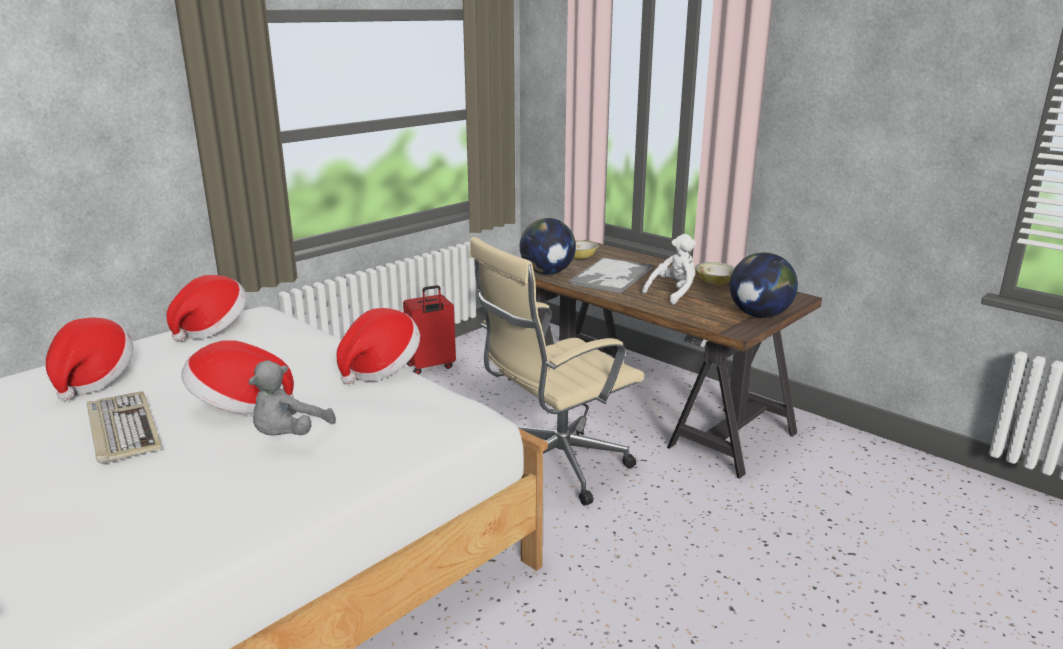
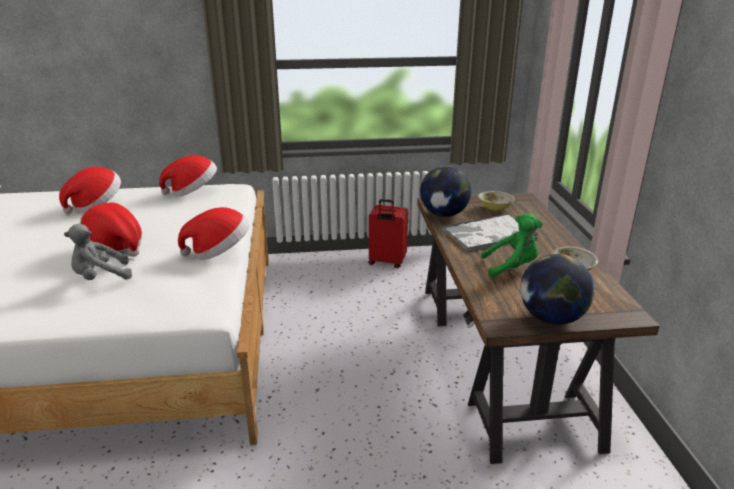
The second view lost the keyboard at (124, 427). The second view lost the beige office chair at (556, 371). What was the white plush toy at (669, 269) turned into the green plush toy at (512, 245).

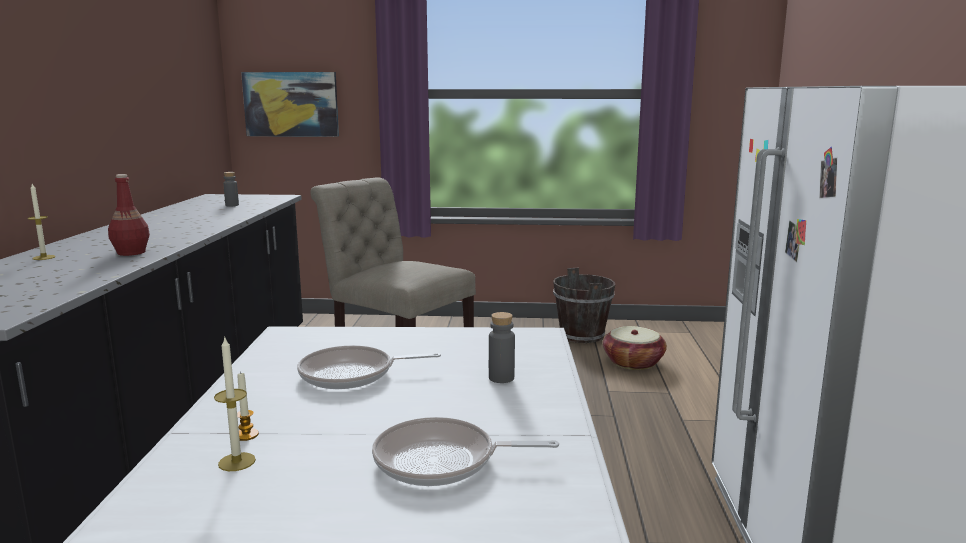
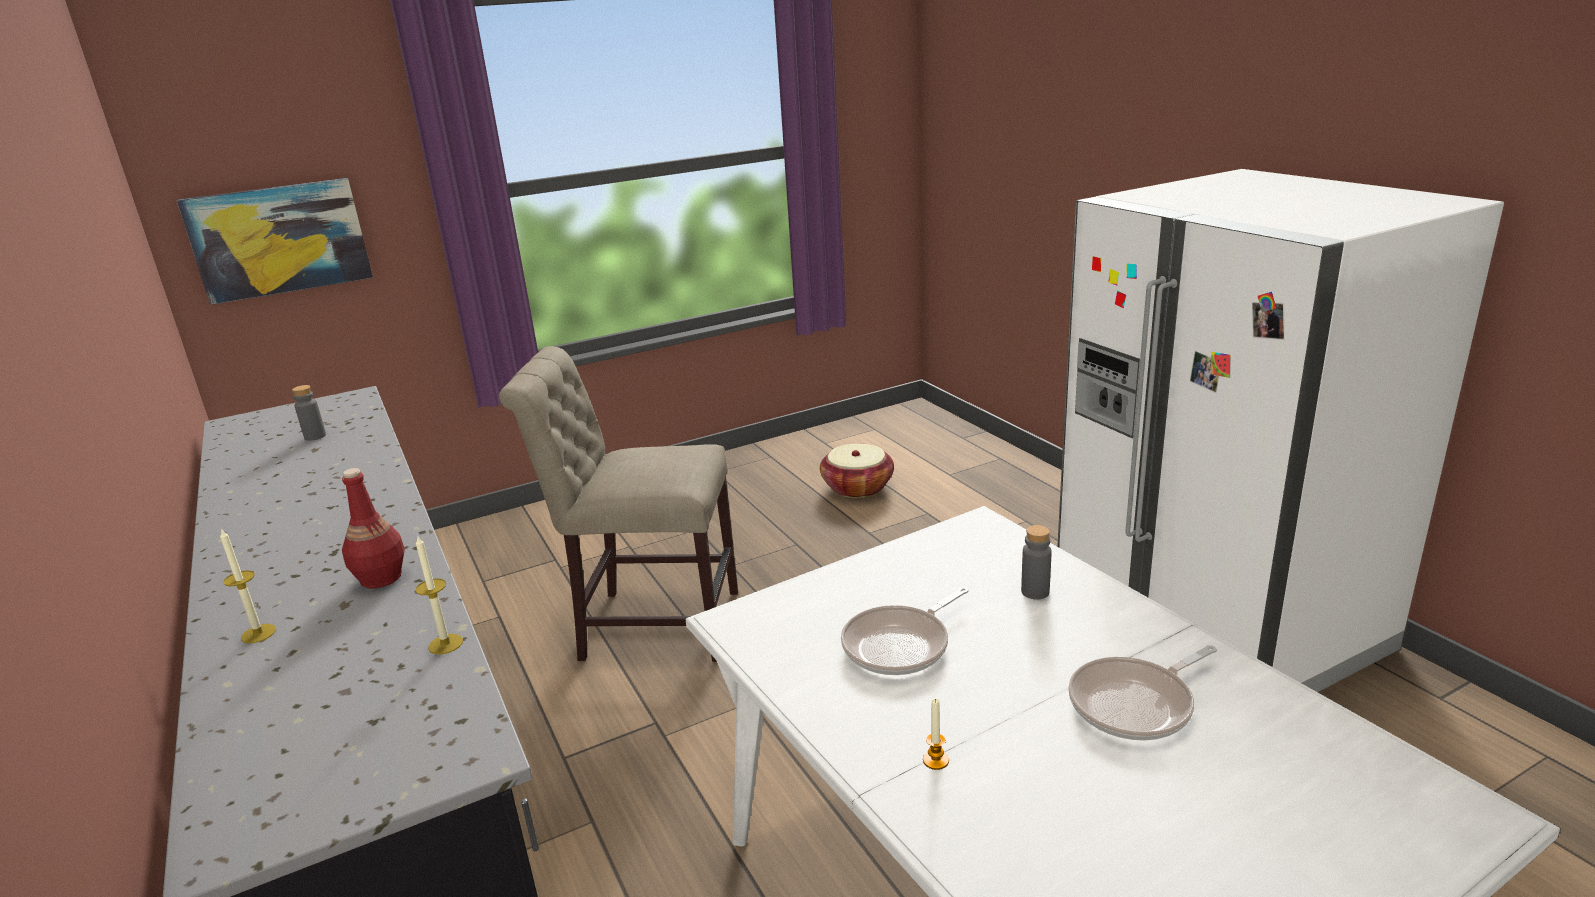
The candle ended up elsewhere, having gone from (235, 404) to (439, 594). The second view lost the brown bucket at (584, 305).

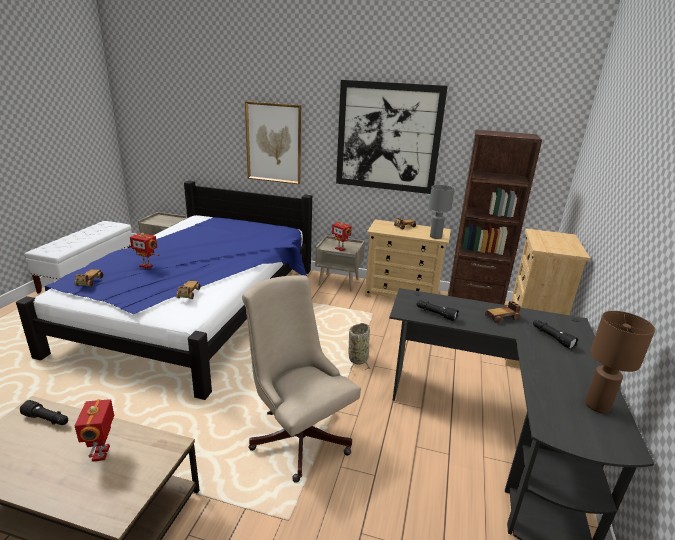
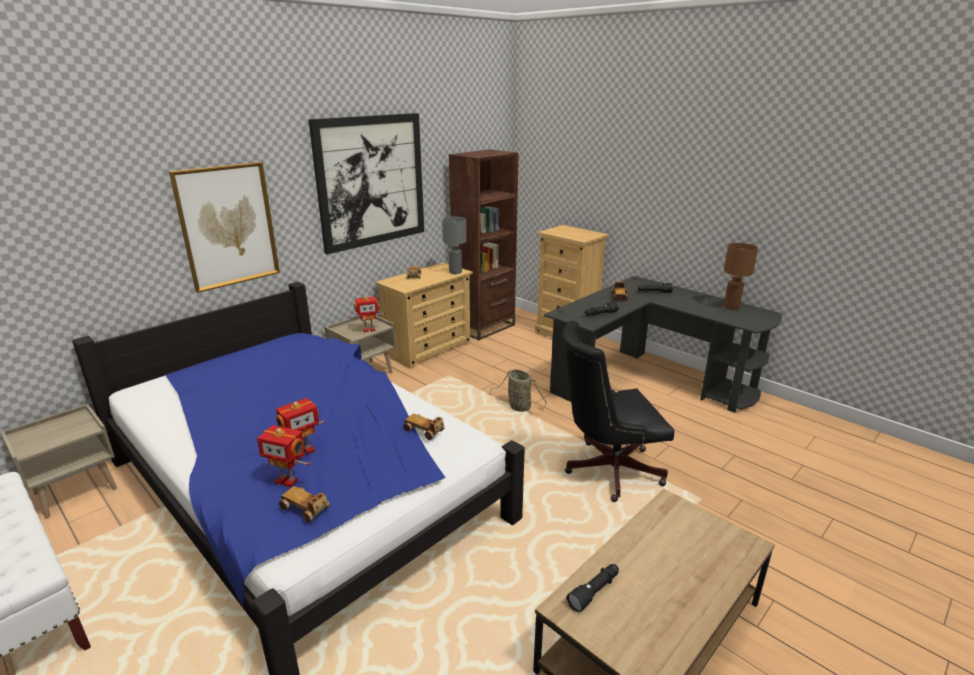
The toy robot ended up elsewhere, having gone from (94, 430) to (283, 456). What was the beige office chair at (301, 379) turned into the black office chair at (618, 411).

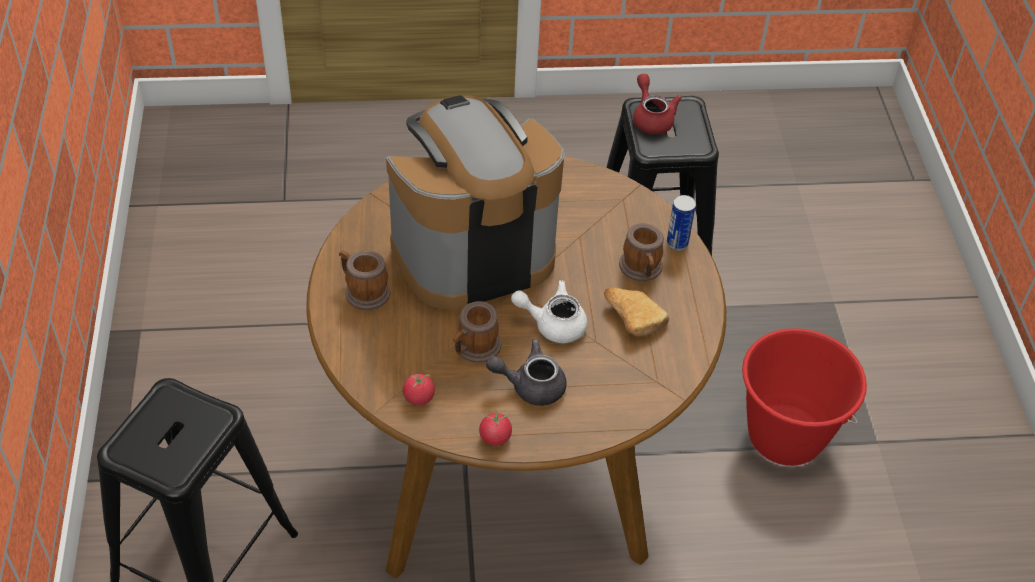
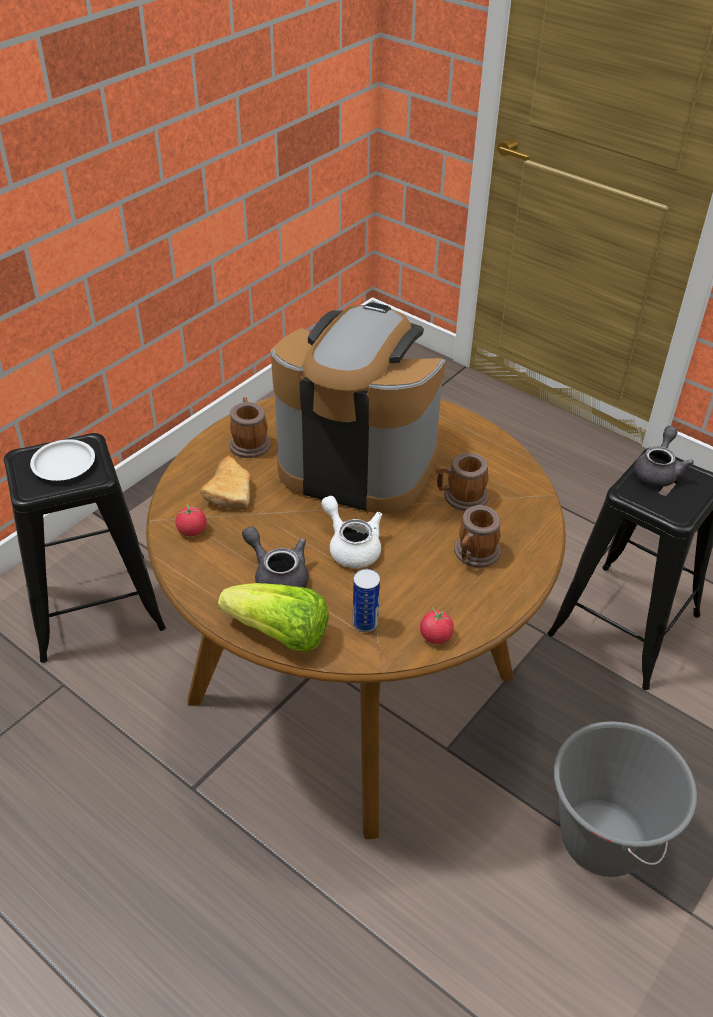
The mug ended up elsewhere, having gone from (477, 332) to (462, 482). The tomato ended up elsewhere, having gone from (495, 428) to (437, 625). The bread ended up elsewhere, having gone from (636, 312) to (225, 483). What was the red teapot at (657, 104) turned into the grey teapot at (664, 456). The can ended up elsewhere, having gone from (681, 223) to (366, 600). What was the red bucket at (804, 397) turned into the grey bucket at (625, 799). The second view gained the white plate at (62, 460). The second view gained the lettuce at (273, 617).

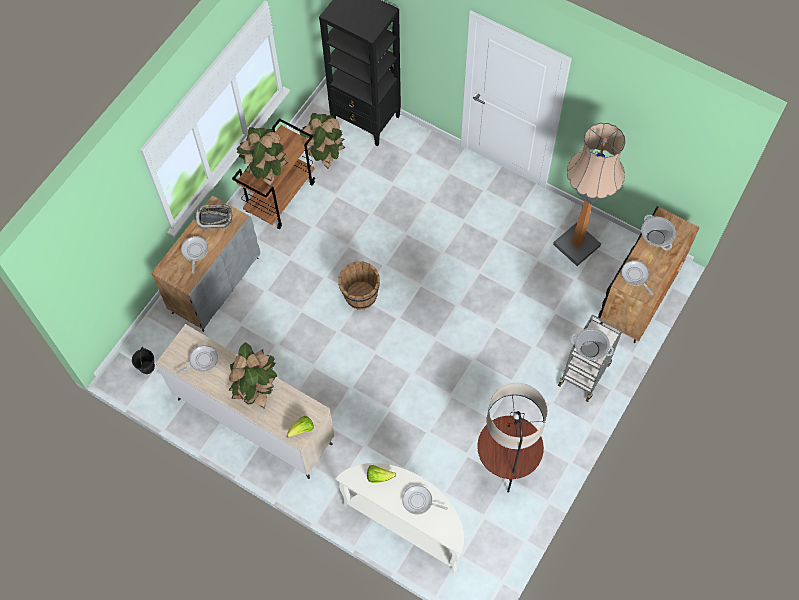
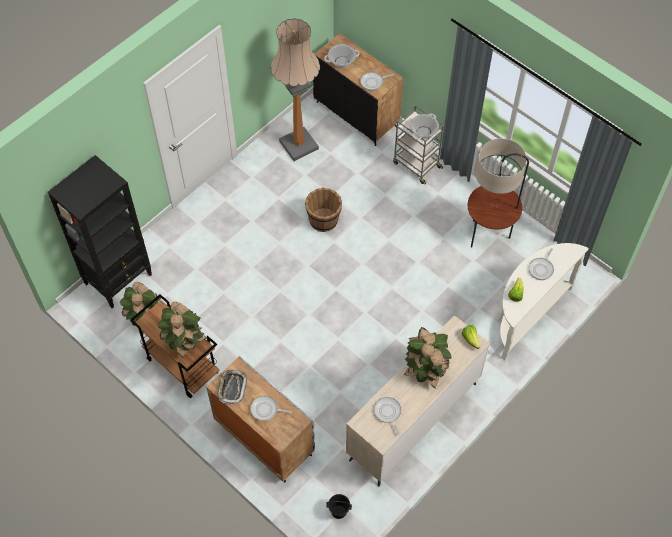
The brown bucket ended up elsewhere, having gone from (359, 285) to (323, 210).

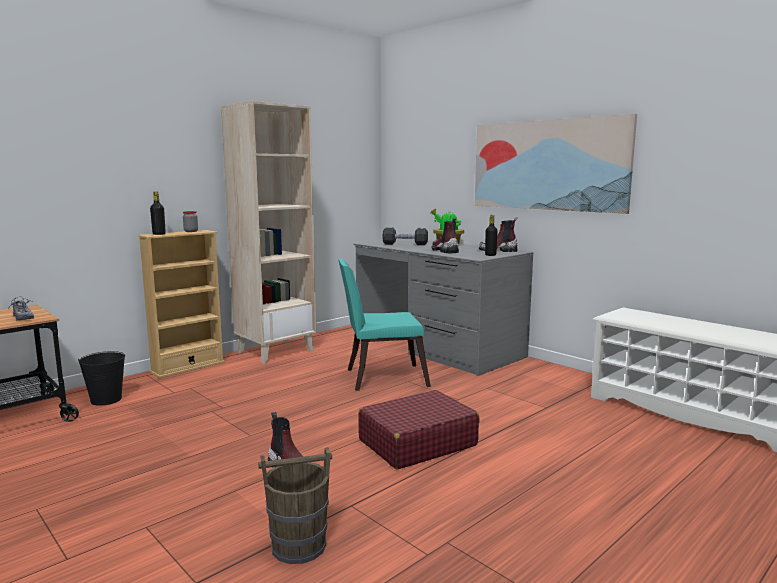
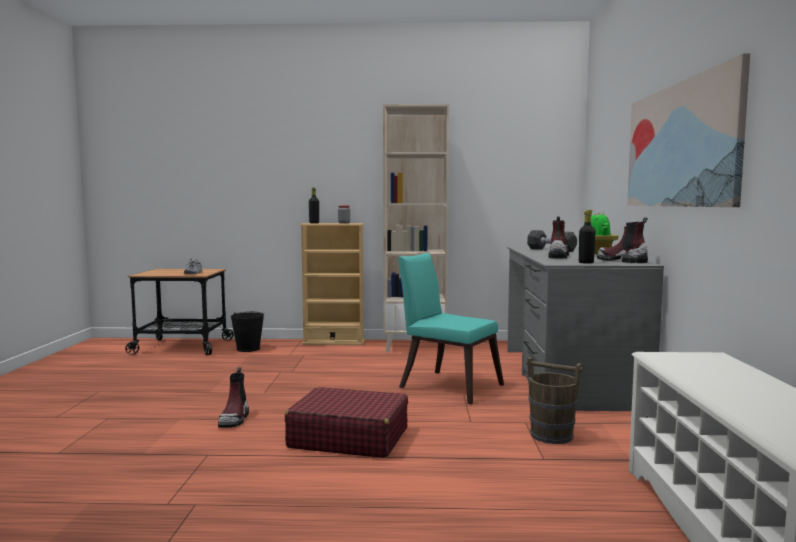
The brown bucket ended up elsewhere, having gone from (295, 505) to (554, 400).

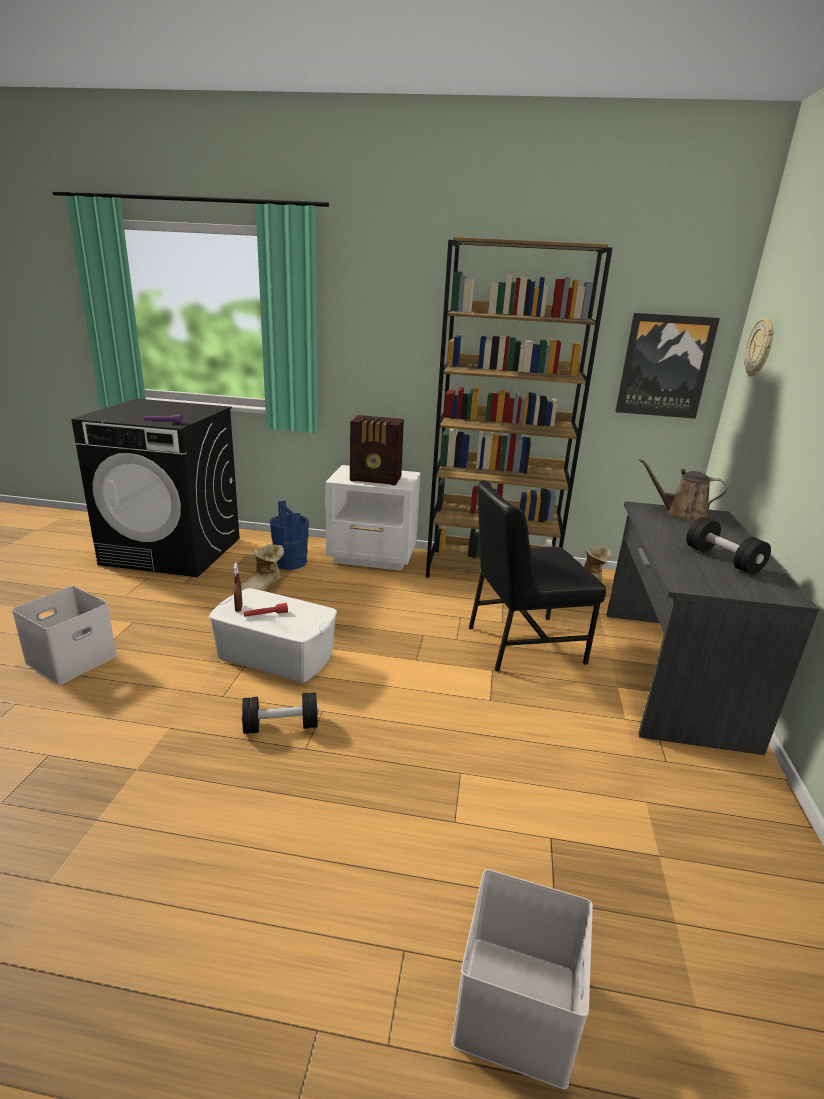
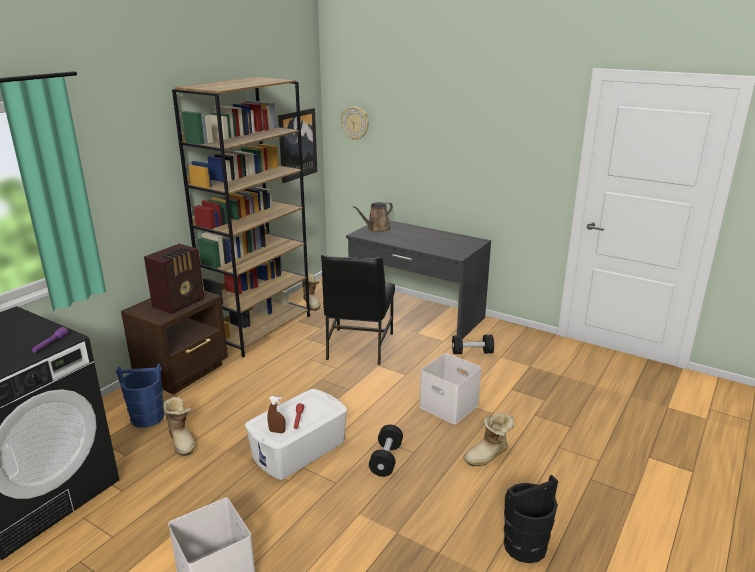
What was the white nightstand at (373, 518) turned into the brown nightstand at (174, 342). The white storage box ended up elsewhere, having gone from (522, 979) to (450, 388). The black dumbbell ended up elsewhere, having gone from (728, 546) to (473, 344). The second view gained the boot at (488, 439). The second view gained the black bucket at (531, 519).

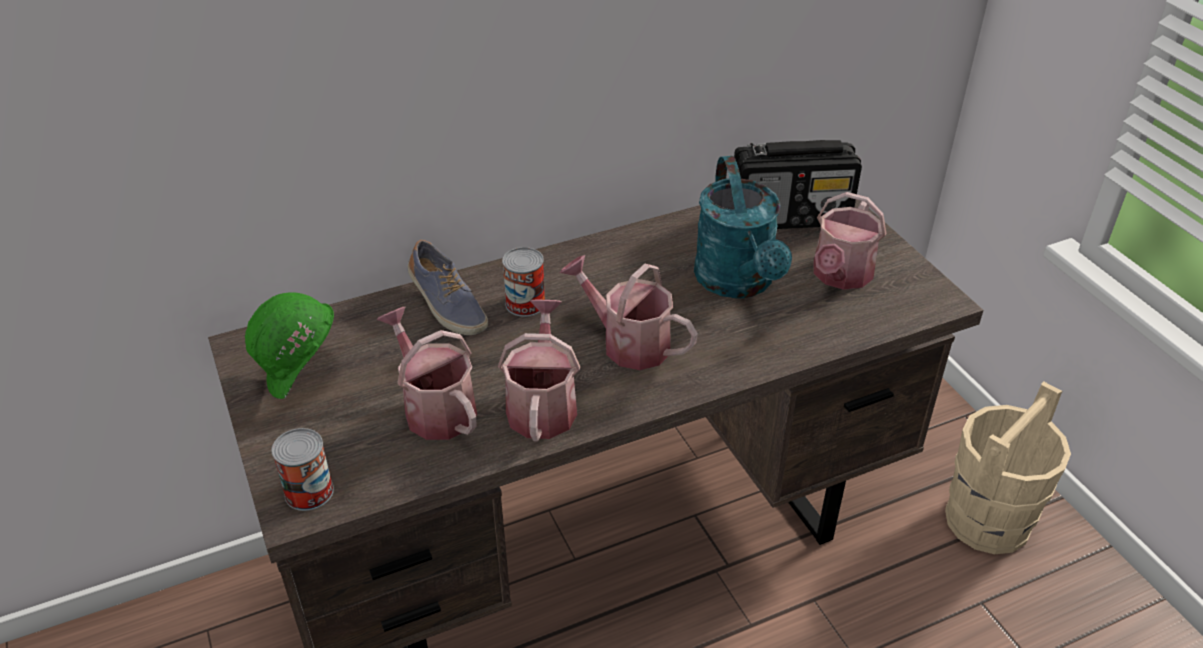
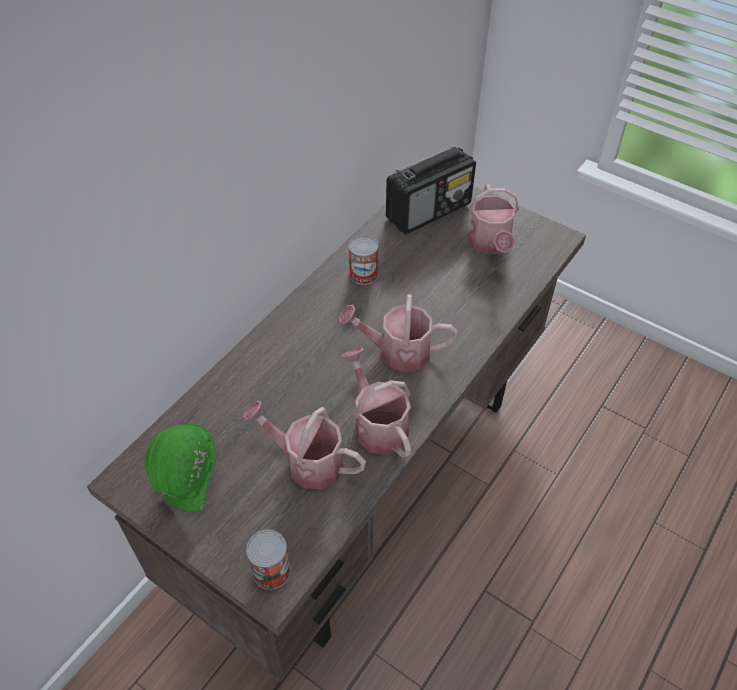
The second view lost the shoe at (448, 287). The can ended up elsewhere, having gone from (523, 282) to (363, 260). The second view lost the turquoise watering can at (743, 227). The second view lost the beige bucket at (1008, 467).

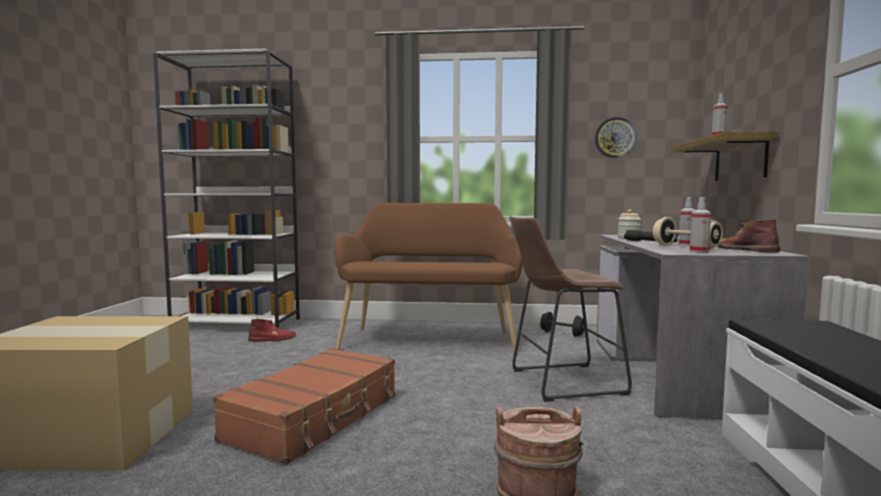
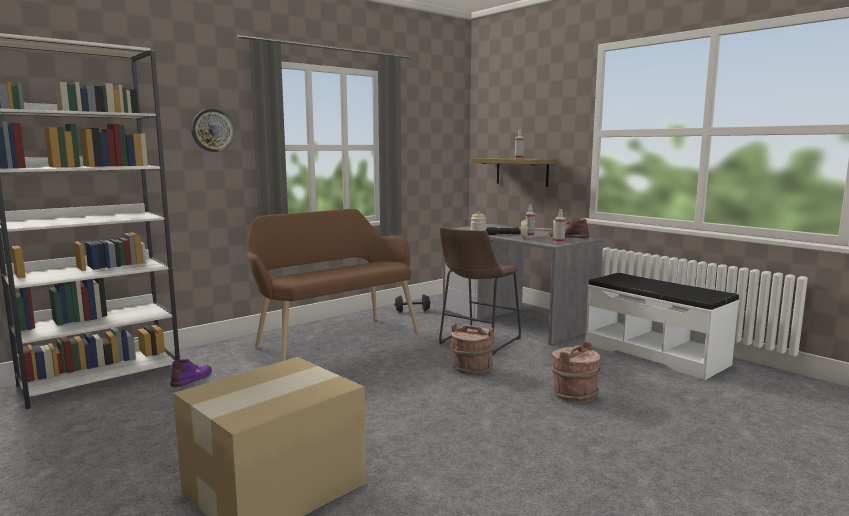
The second view lost the brown suitcase at (304, 406). What was the red boot at (272, 330) turned into the purple boot at (191, 373). The wall clock ended up elsewhere, having gone from (616, 137) to (213, 130). The second view gained the brown bucket at (472, 349).

